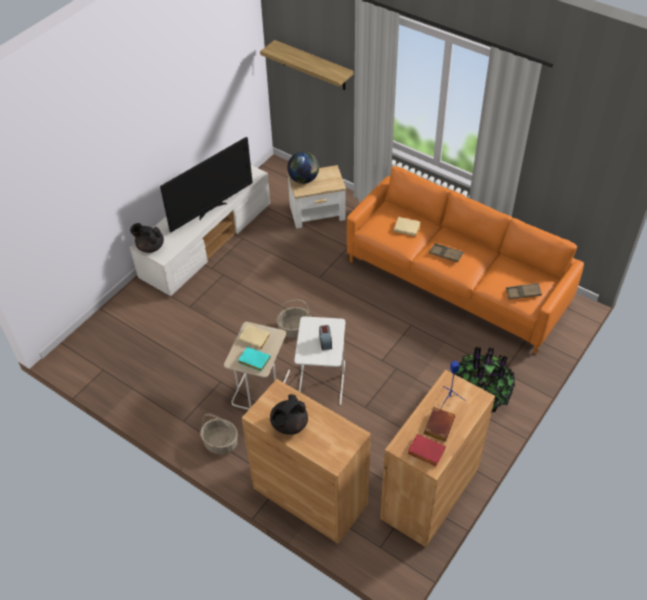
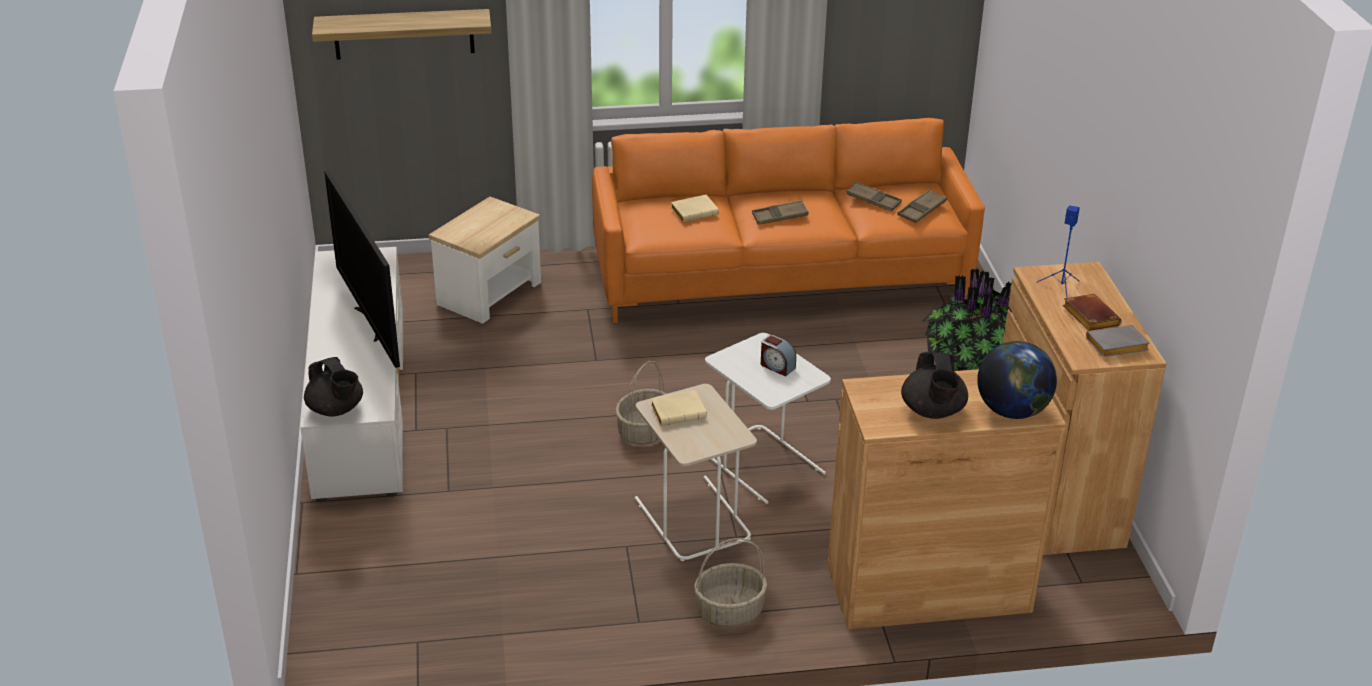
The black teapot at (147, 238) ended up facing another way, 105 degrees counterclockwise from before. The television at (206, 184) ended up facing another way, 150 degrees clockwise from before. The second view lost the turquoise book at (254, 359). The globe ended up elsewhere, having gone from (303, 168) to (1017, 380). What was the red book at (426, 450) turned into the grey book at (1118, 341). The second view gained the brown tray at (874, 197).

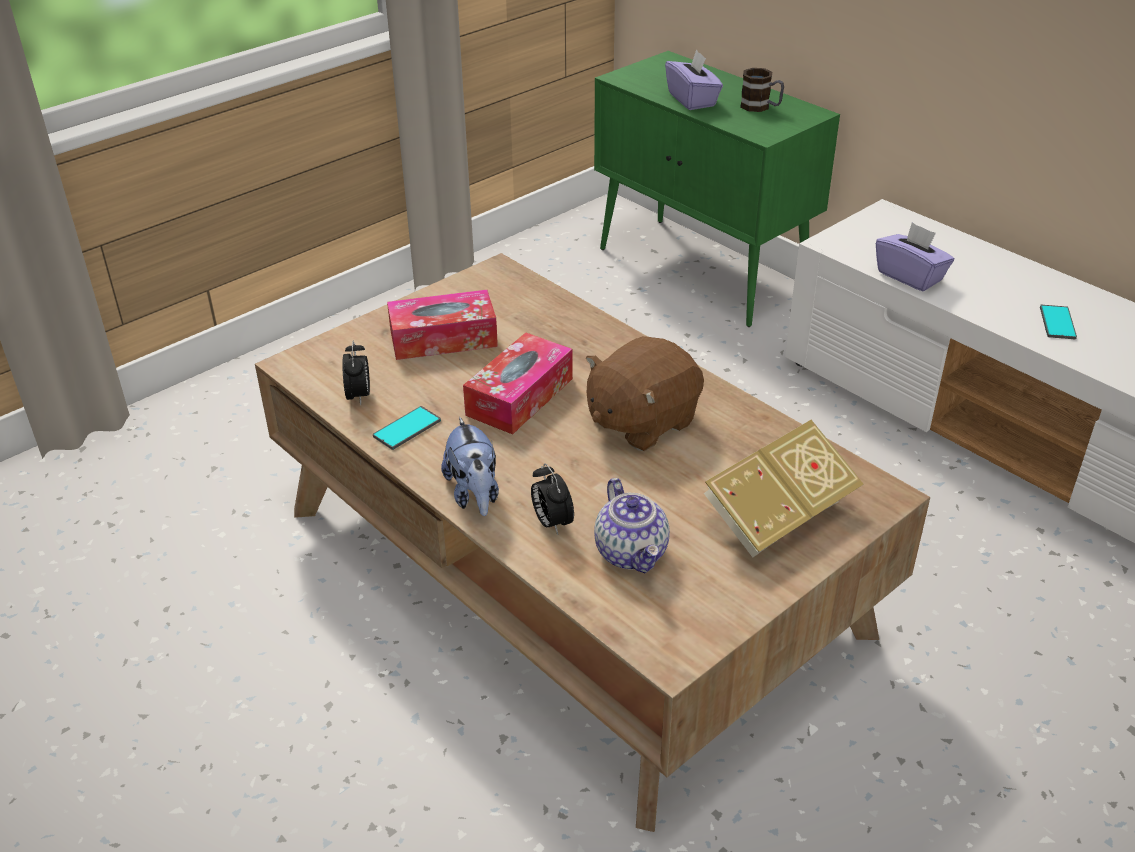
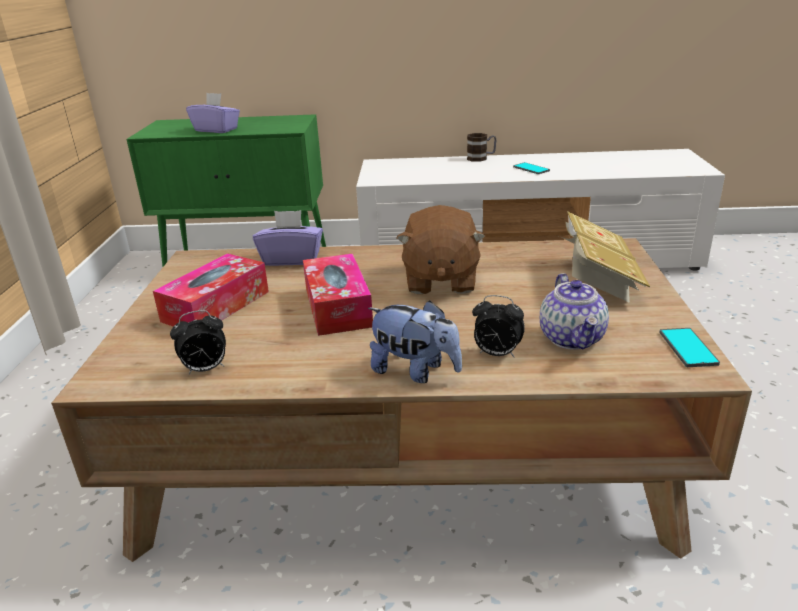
The alarm clock at (356, 373) ended up facing another way, 120 degrees clockwise from before. The phone ended up elsewhere, having gone from (407, 428) to (689, 347). The teapot at (632, 525) ended up facing another way, 60 degrees clockwise from before. The mug ended up elsewhere, having gone from (762, 90) to (481, 147). The purple tissue box ended up elsewhere, having gone from (915, 257) to (288, 238).

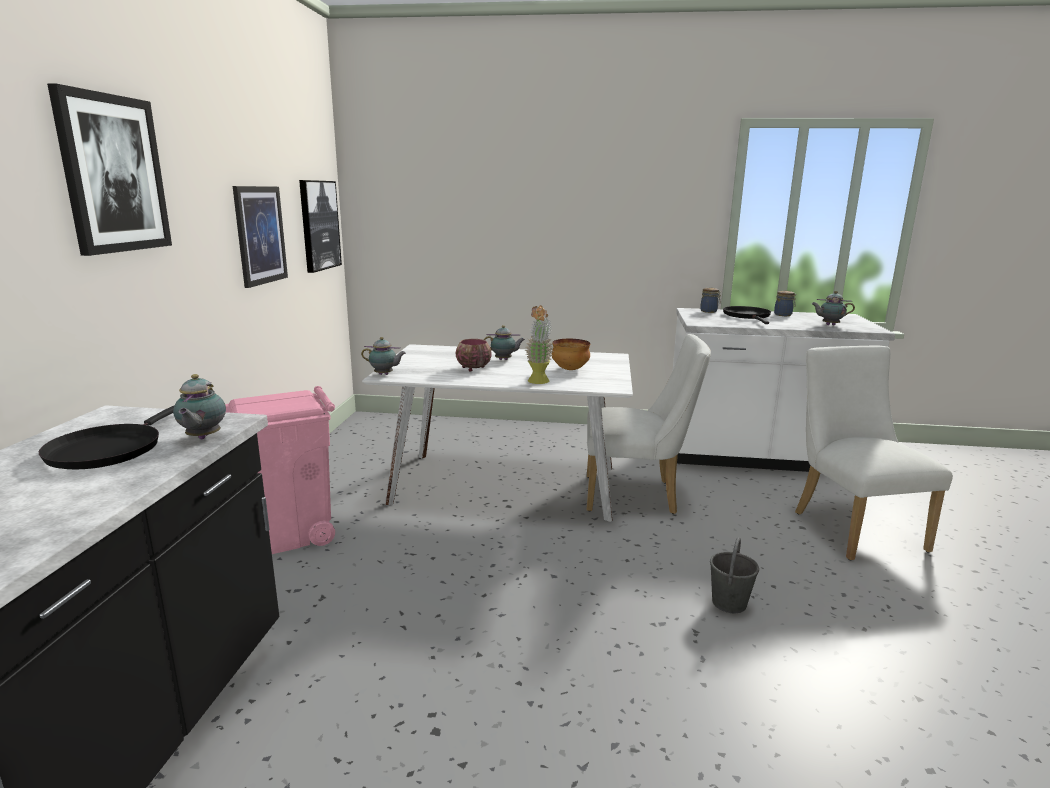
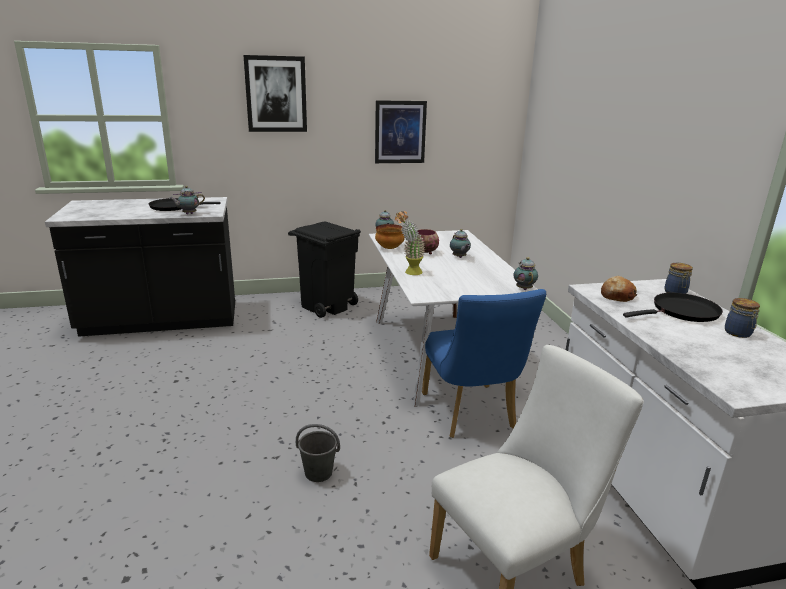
What was the pink trash can at (280, 470) turned into the black trash can at (324, 269). The second view lost the picture at (320, 226). The bowl ended up elsewhere, having gone from (571, 354) to (390, 236). What was the white chair at (649, 424) turned into the blue chair at (484, 363). The teapot ended up elsewhere, having gone from (833, 308) to (526, 273). The second view gained the bread at (619, 289).

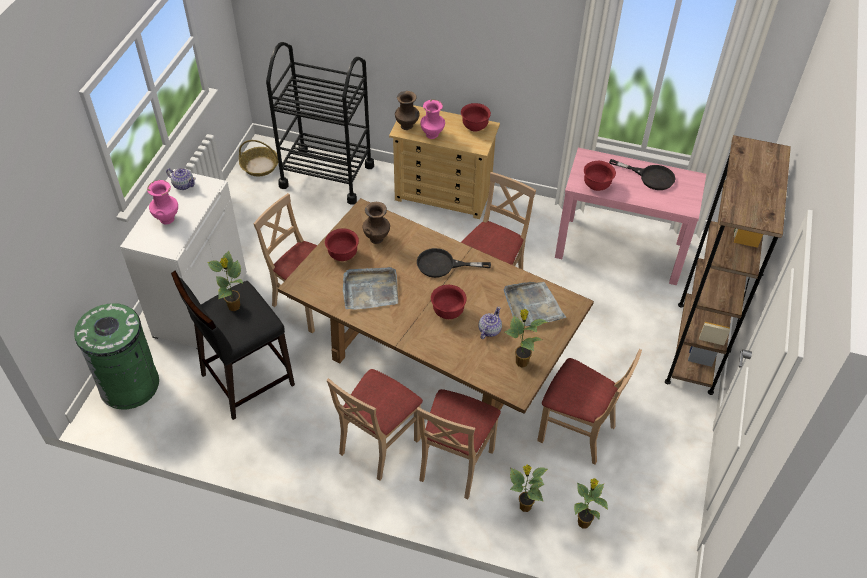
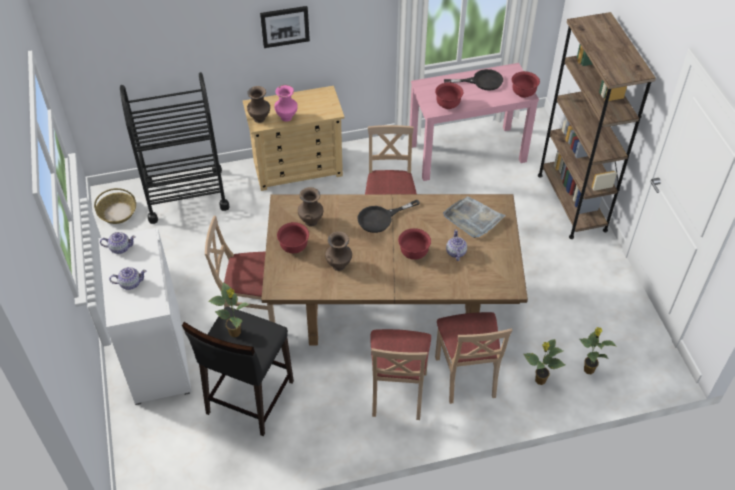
The second view lost the green trash can at (116, 356). Where the pink vase stood at (162, 202), the teapot came to stand at (127, 278). Where the grey tray stood at (370, 288), the brown vase came to stand at (338, 251). The red bowl ended up elsewhere, having gone from (476, 117) to (525, 84). The second view lost the potted plant at (526, 338). The second view lost the beige chair at (589, 407). The second view gained the picture at (285, 27).

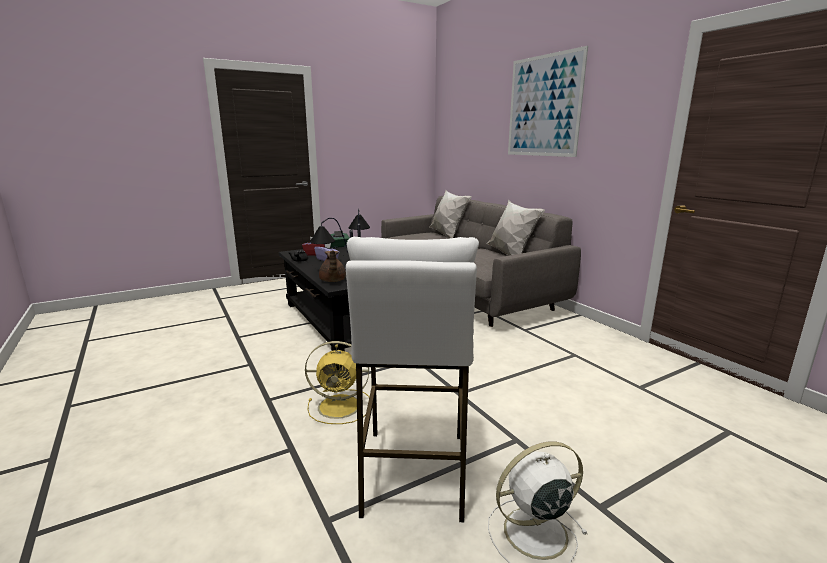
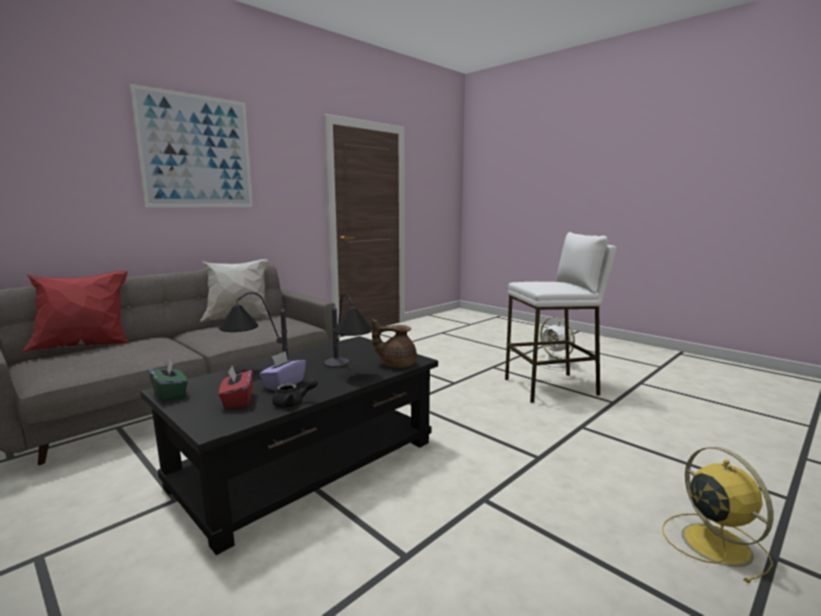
The yellow fan ended up elsewhere, having gone from (337, 382) to (717, 515). The brown teapot at (332, 266) ended up facing another way, 150 degrees counterclockwise from before. What was the white pillow at (450, 214) turned into the red pillow at (75, 311).

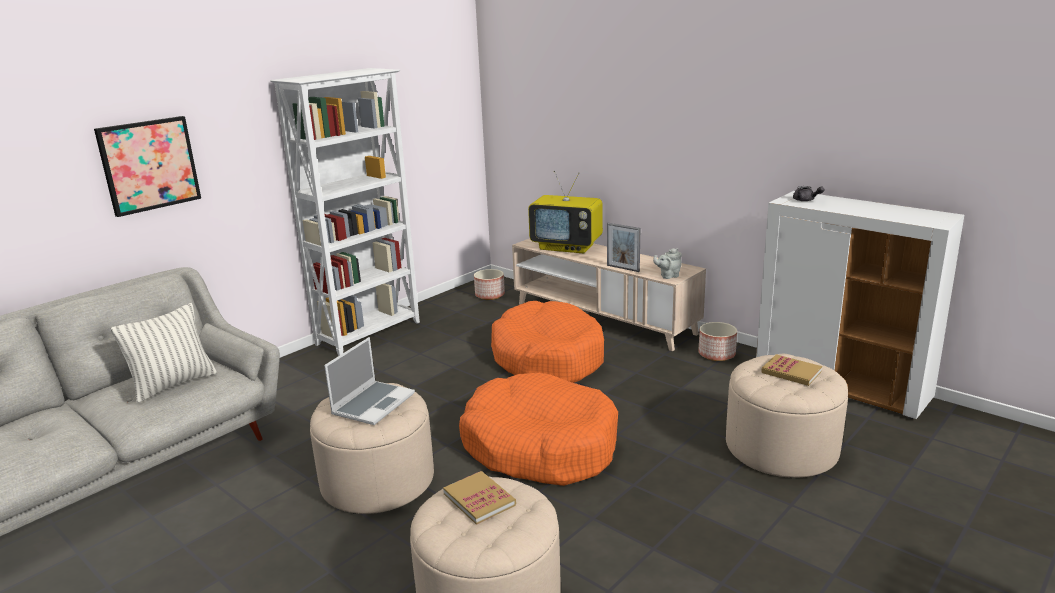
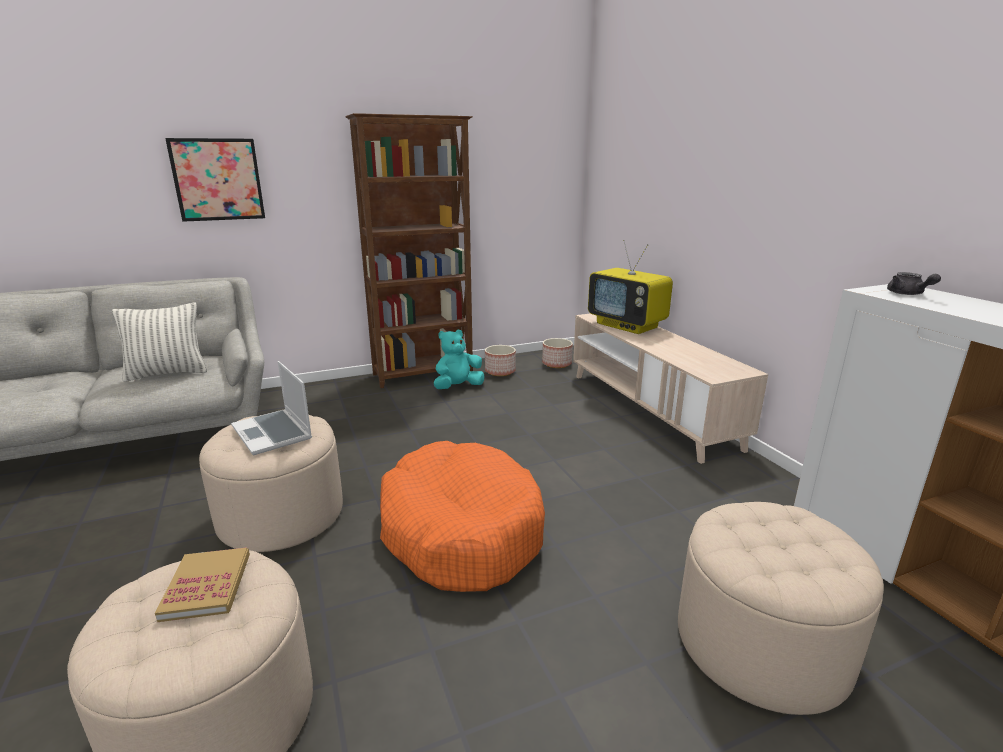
What was the white bookcase at (345, 212) turned into the brown bookcase at (409, 250). The laptop at (369, 381) ended up facing another way, 90 degrees clockwise from before. The second view lost the orange dog bed at (547, 342). The second view lost the picture frame at (623, 247). The second view lost the grey teapot at (667, 263). The planter ended up elsewhere, having gone from (717, 341) to (500, 360). The second view lost the book at (791, 370). The second view gained the turquoise plush toy at (459, 359).

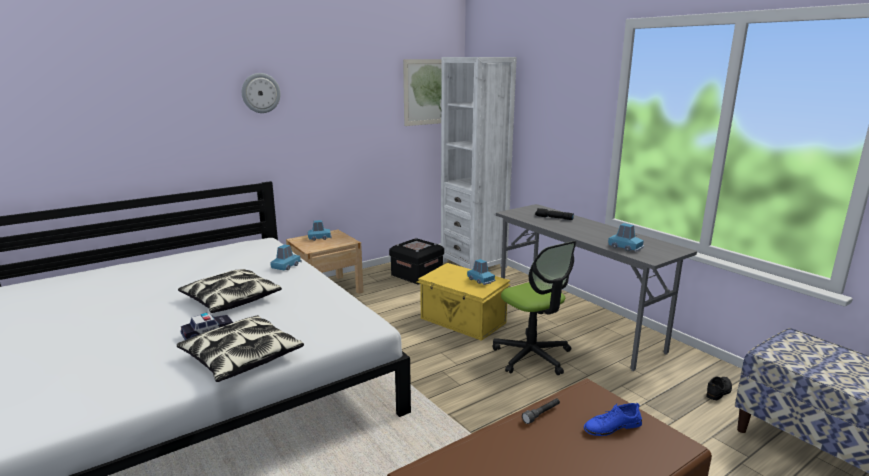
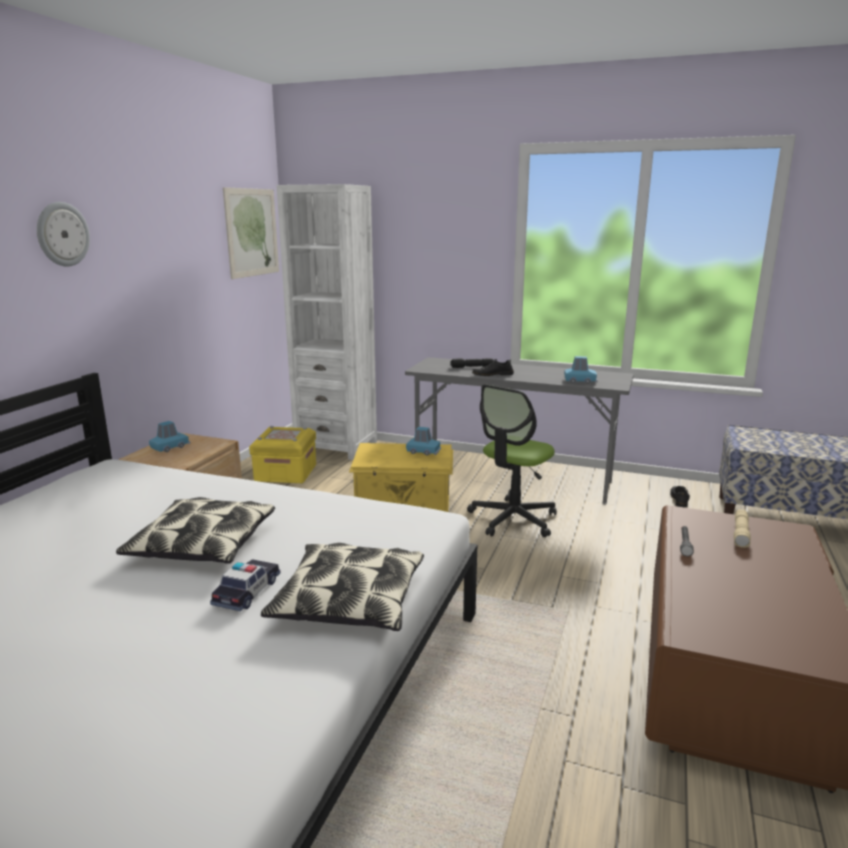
The second view lost the blue toy car at (286, 257). What was the black storage box at (416, 261) turned into the yellow storage box at (282, 454). The office chair at (534, 308) ended up facing another way, 105 degrees clockwise from before. Where the blue shoe stood at (613, 419), the beige flashlight came to stand at (742, 528). The second view gained the black shoe at (493, 367).

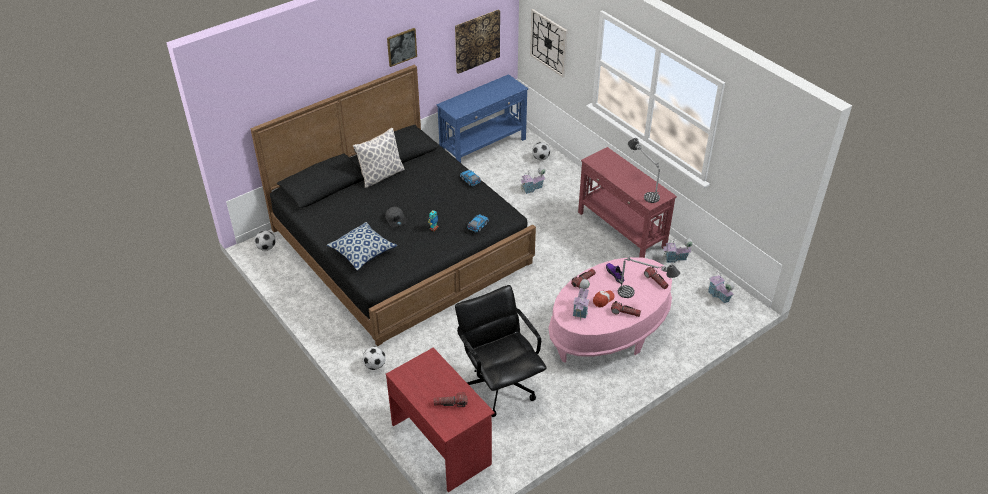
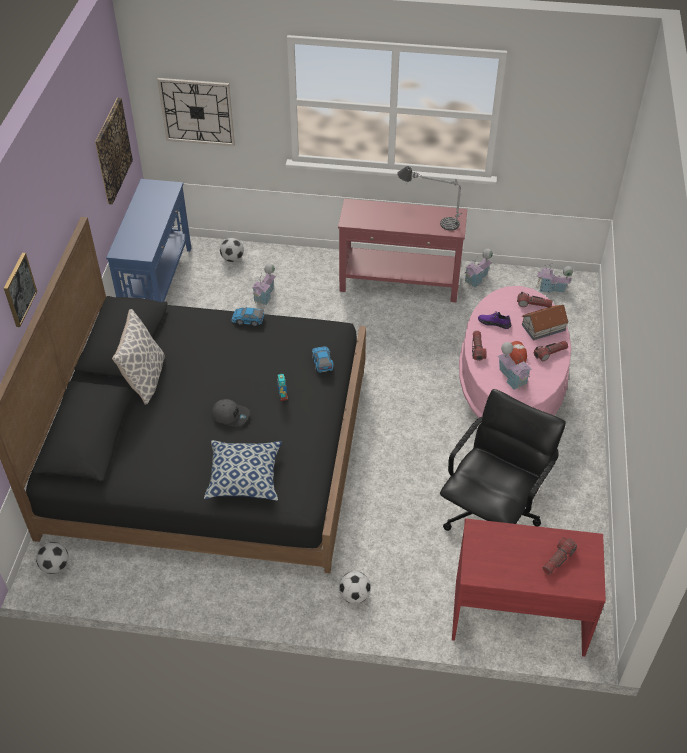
The picture ended up elsewhere, having gone from (402, 47) to (20, 290). The black office chair at (501, 351) ended up facing another way, 105 degrees clockwise from before. Where the table lamp stood at (649, 277), the toy house came to stand at (545, 322).

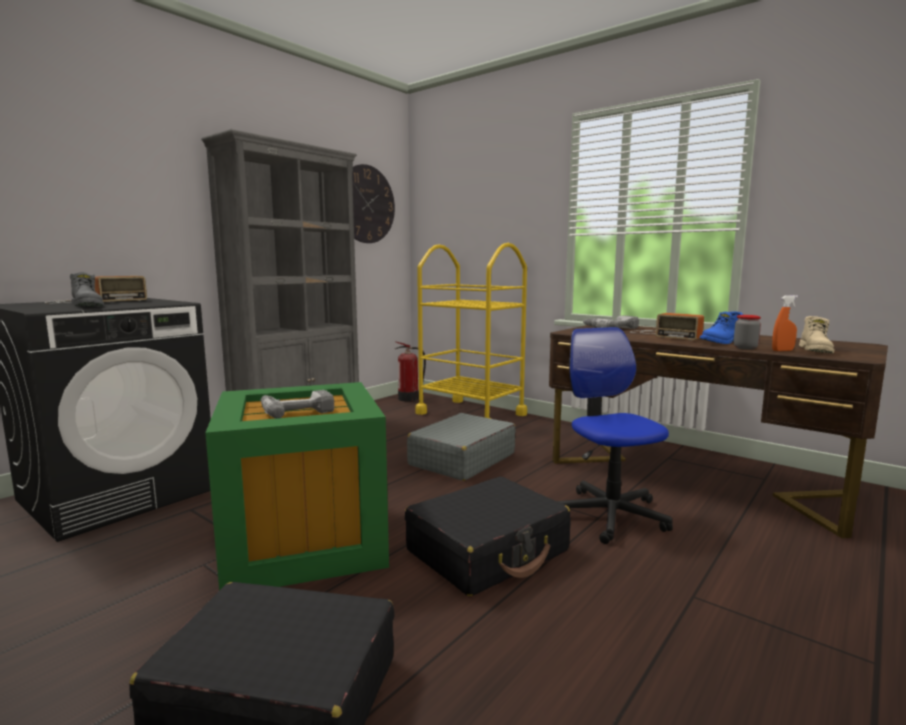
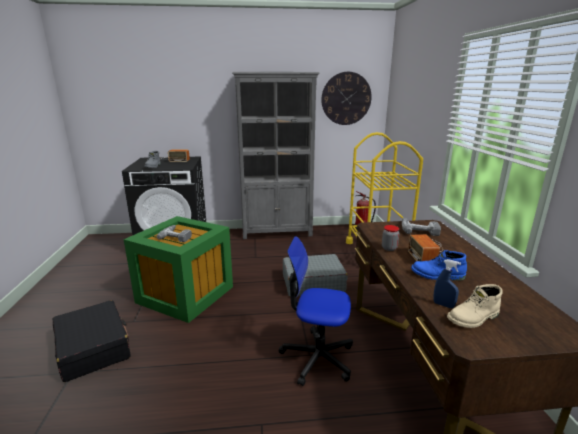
The second view lost the black suitcase at (488, 536). The office chair at (615, 435) ended up facing another way, 105 degrees counterclockwise from before. The jar ended up elsewhere, having gone from (747, 332) to (390, 238). What was the orange spray bottle at (785, 323) turned into the blue spray bottle at (447, 283).

